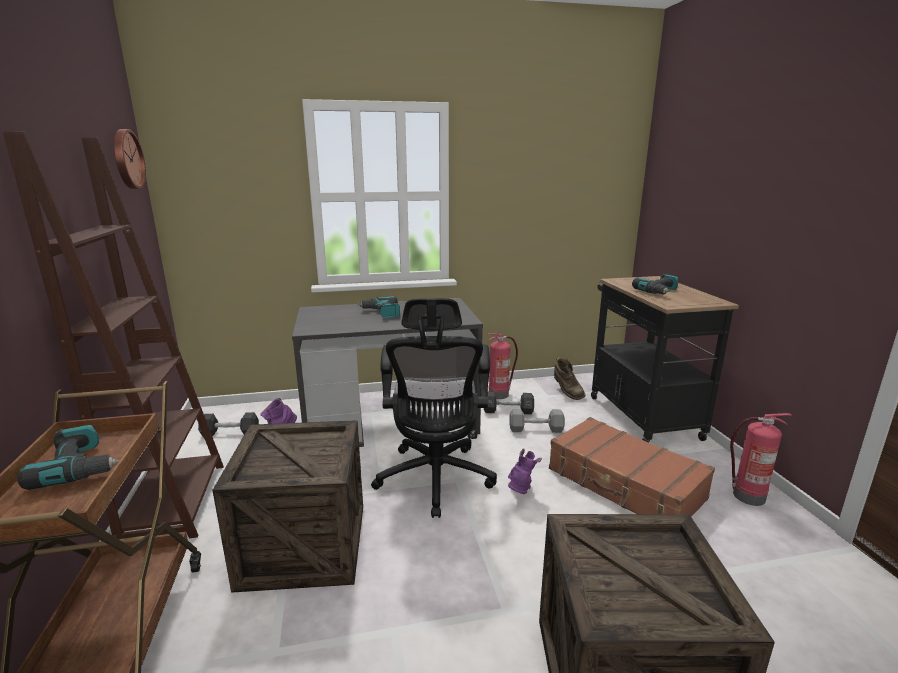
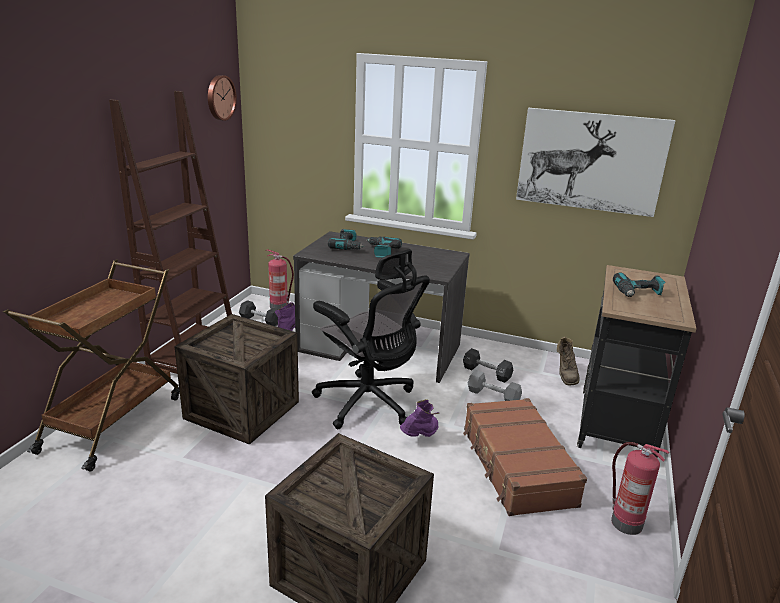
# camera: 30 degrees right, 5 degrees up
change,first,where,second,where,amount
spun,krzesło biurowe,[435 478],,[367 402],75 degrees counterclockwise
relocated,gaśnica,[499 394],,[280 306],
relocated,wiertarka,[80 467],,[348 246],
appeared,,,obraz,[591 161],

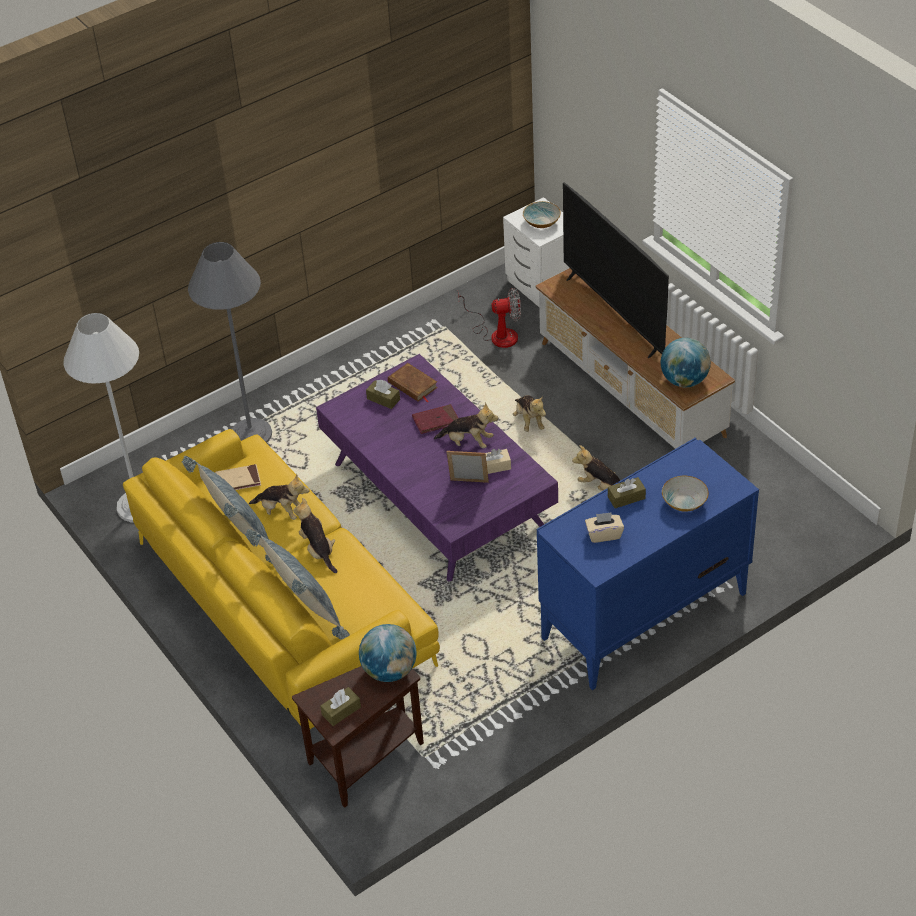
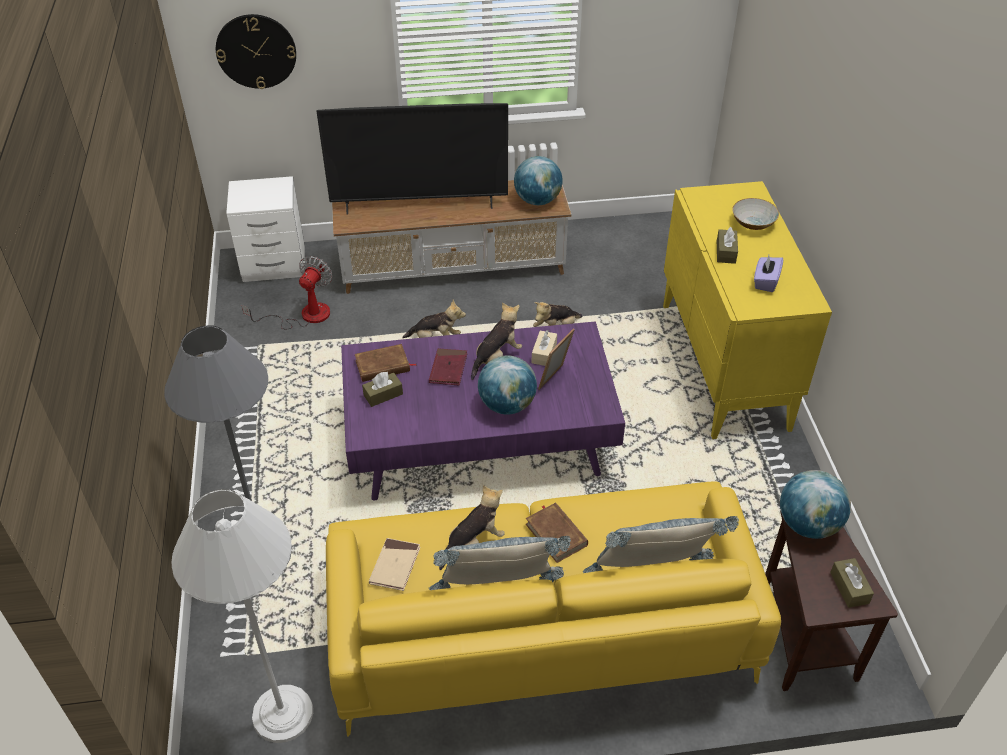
# camera: 65 degrees left, 0 degrees up
change,first,where,second,where,amount
missing,miska,[542 222],,,
colour,szafka (niebieski),[643 616],szafka (żółty),[723 365],
exchanged,pluszak,[318 550],książka (brązowy),[556 534],
colour,pudełko chusteczek (beżowy),[604 534],pudełko chusteczek (fioletowy),[765 282],
appeared,,,zegar ścienny,[256 51],
appeared,,,globus,[507 405],

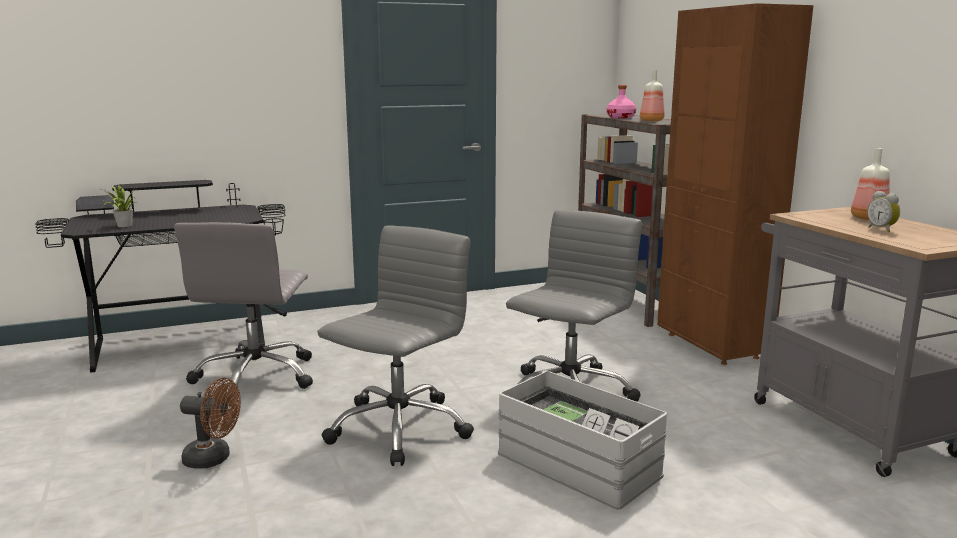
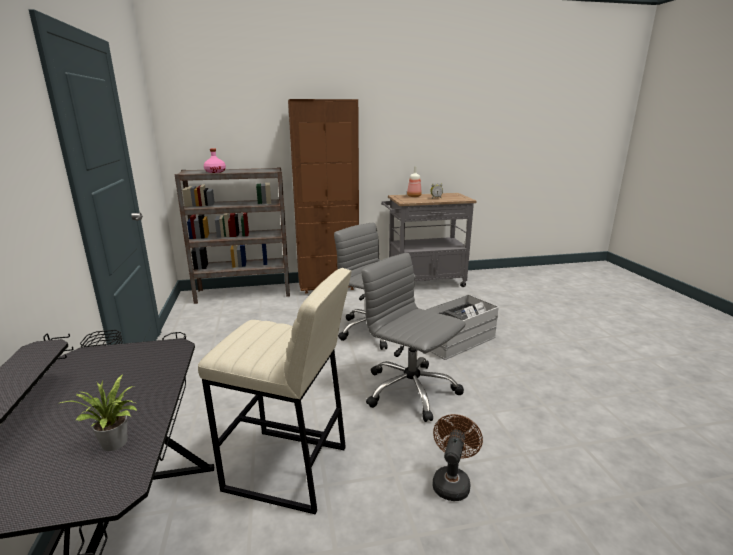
# camera: 80 degrees left, 5 degrees up
change,first,where,second,where,amount
missing,butelka,[651 121],,,
exchanged,krzesło biurowe (szary),[256 377],stołek (beżowy),[289 469],

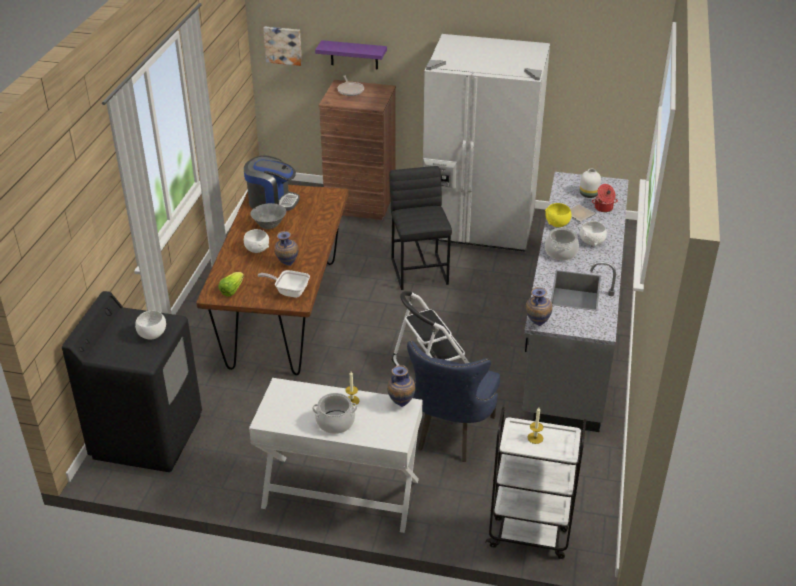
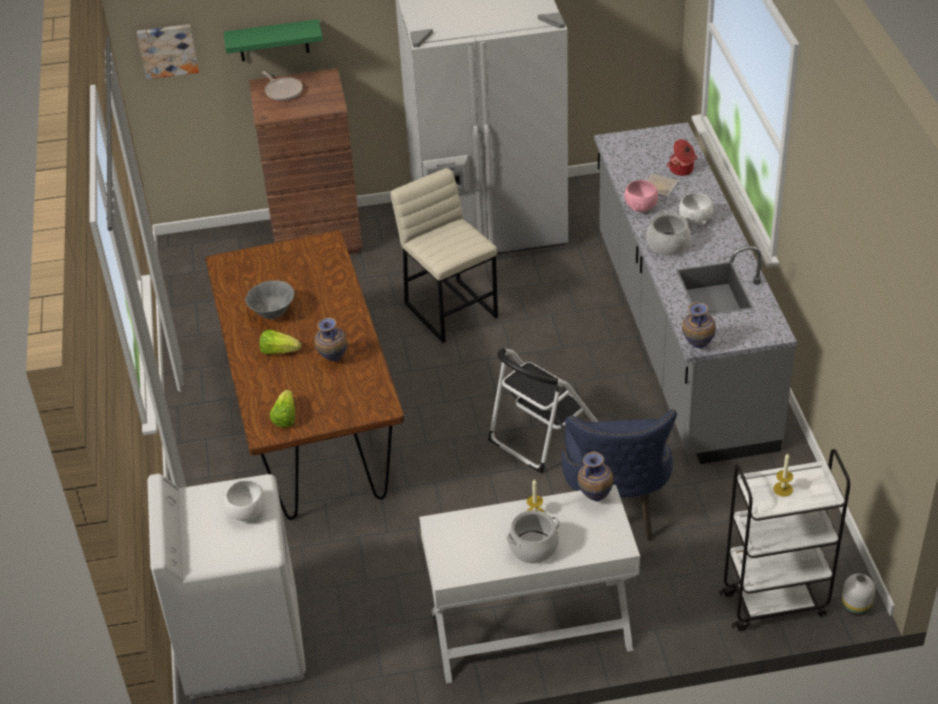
# camera: 20 degrees left, 5 degrees up
change,first,where,second,where,amount
colour,półka (fioletowy),[354 55],półka (zielony),[273 40],
missing,ekspres do kawy,[272 202],,,
colour,krzesło (czarny),[419 270],krzesło (beżowy),[449 309],
relocated,wazon (biały),[588 194],,[855 606],
colour,miska (żółty),[557 224],miska (różowy),[641 207],
exchanged,miska (biały),[257 249],sałata,[279 351],
missing,patelnia,[289 291],,,
colour,pralka (czarny),[147 436],pralka (biały),[242 643],

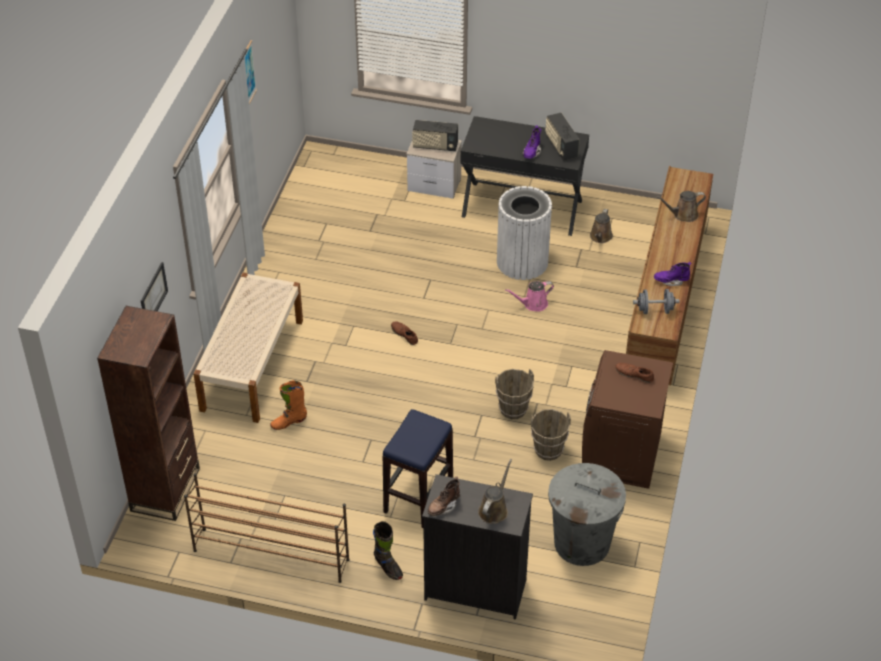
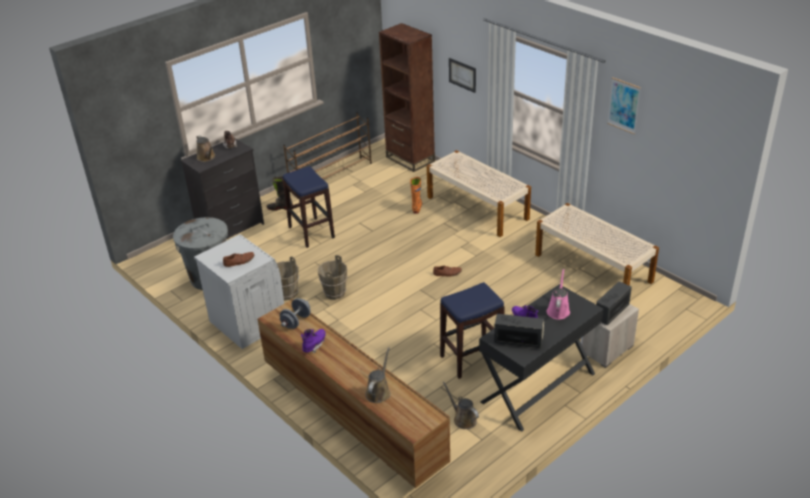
# camera: 125 degrees right, 10 degrees down
change,first,where,second,where,amount
exchanged,kosz na śmieci (biały),[522 262],stołek,[471 358],
relocated,konewka (różowy),[533 304],,[558 310],
colour,pralka (brązowy),[621 455],pralka (biały),[247 323],
appeared,,,ławka (beżowy),[593 268],

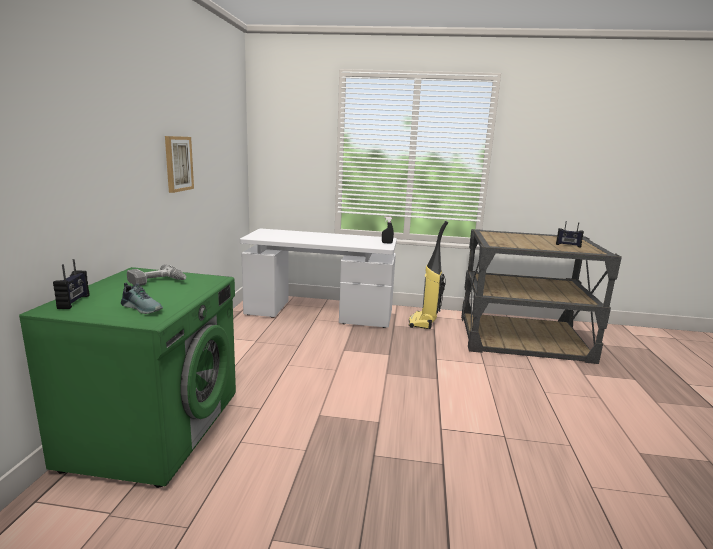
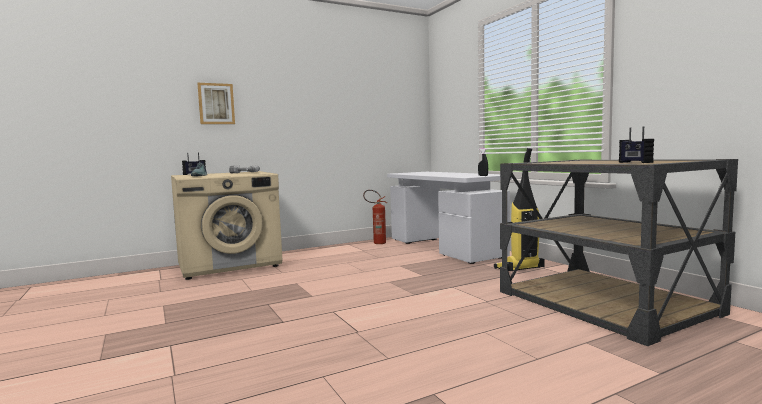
# camera: 55 degrees right, 10 degrees down
change,first,where,second,where,amount
relocated,obraz,[178 163],,[216 104],
colour,pralka (zielony),[157 432],pralka (beżowy),[230 266],
appeared,,,gaśnica,[376 243],

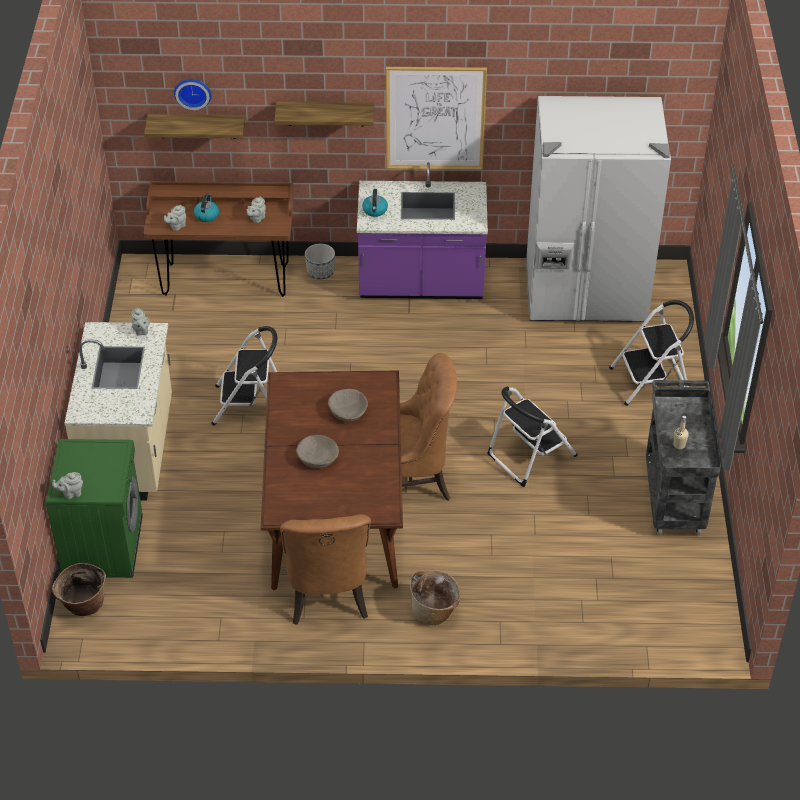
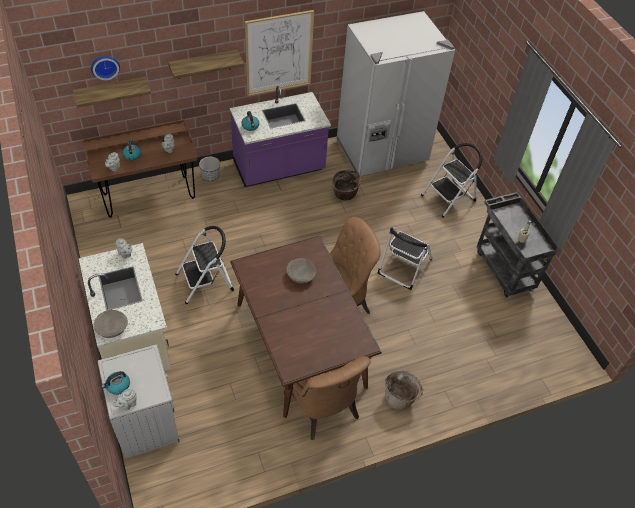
# camera: 25 degrees left, 5 degrees up
change,first,where,second,where,amount
relocated,miska (beżowy),[317 457],,[111 328],
colour,pralka (zielony),[105 545],pralka (biały),[147 421],
relocated,koszyk,[83 605],,[344 195],
appeared,,,czajnik,[118 386],

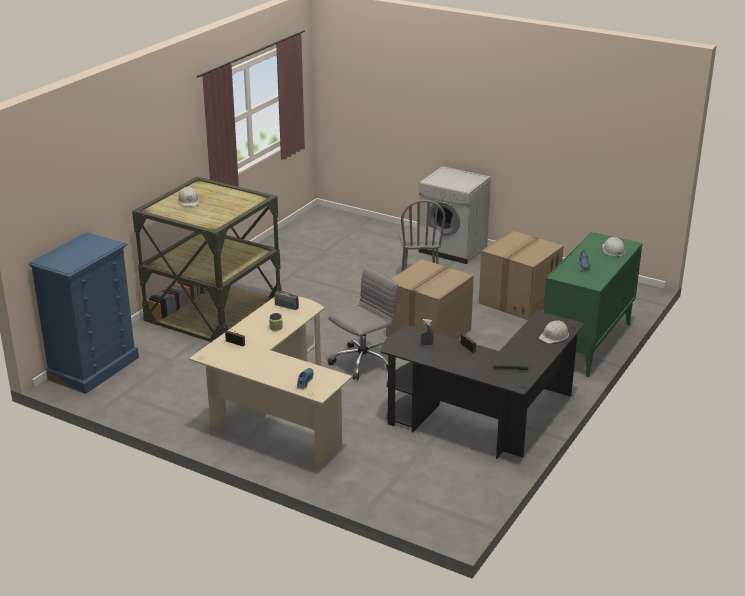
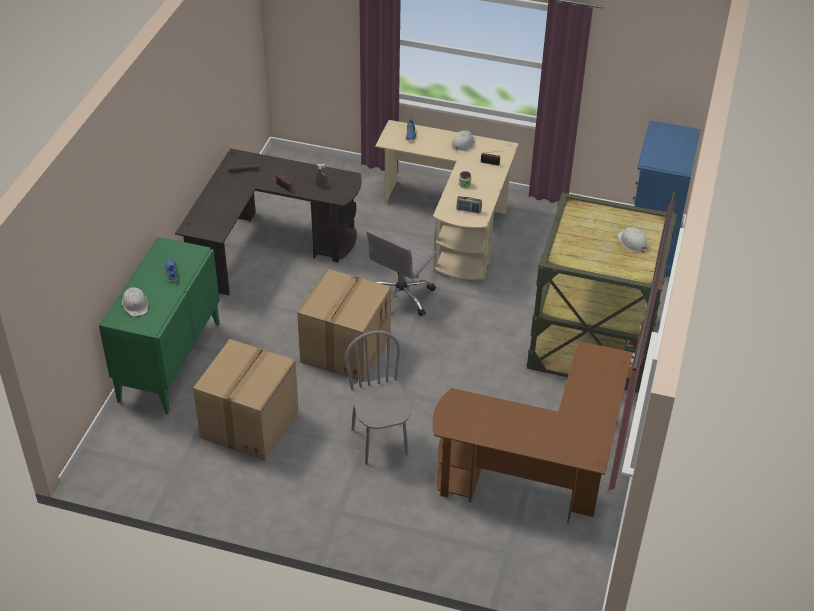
# camera: 165 degrees right, 15 degrees up
change,first,where,second,where,amount
missing,pralka (biały),[452 250],,,
relocated,kask (biały),[554 336],,[463 143],
appeared,,,biurko (brązowy),[541 471],

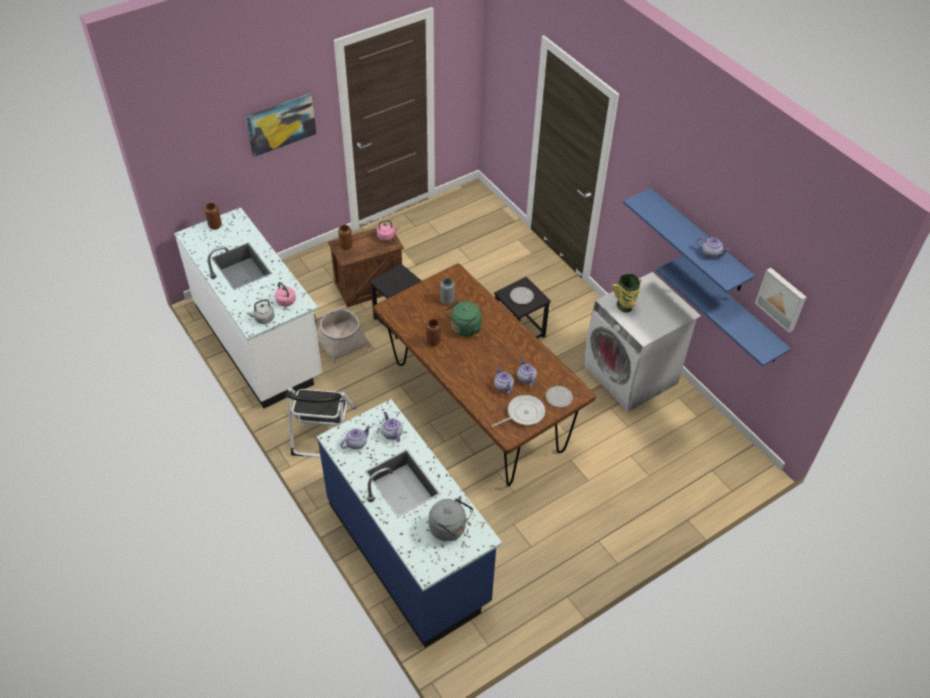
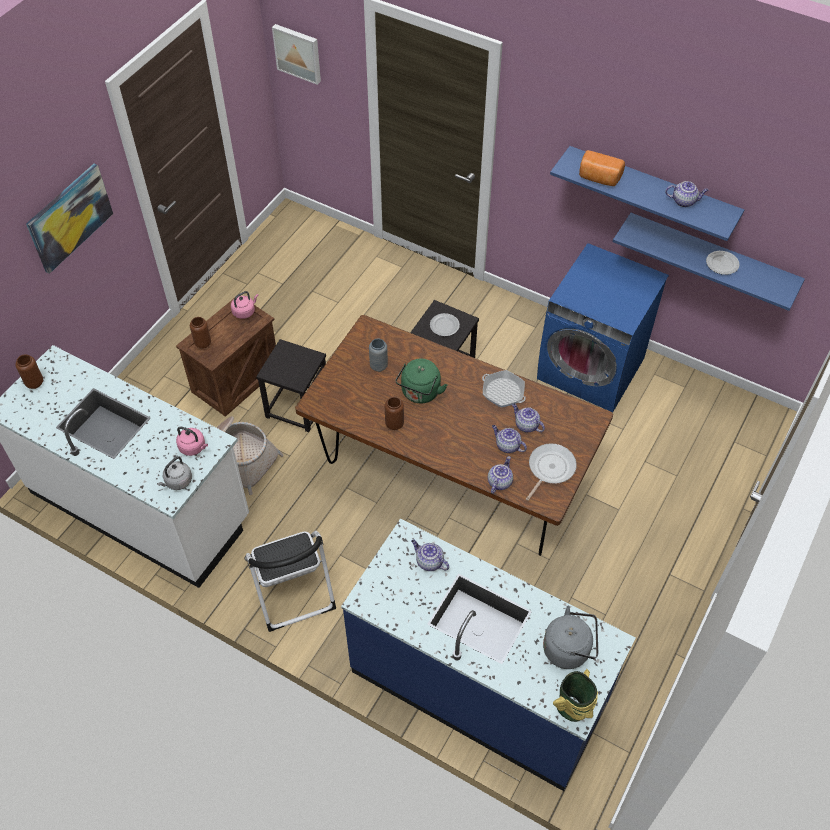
# camera: 25 degrees left, 5 degrees up
change,first,where,second,where,amount
relocated,obraz,[782 299],,[298 53],
colour,pralka (biały),[632 375],pralka (niebieski),[592 368],
relocated,wazon,[625 307],,[572 710],
relocated,talerz,[559 397],,[722 264],
relocated,imbryk,[356 443],,[499 482],
appeared,,,chleb,[599 178],
appeared,,,patelnia,[503 392],

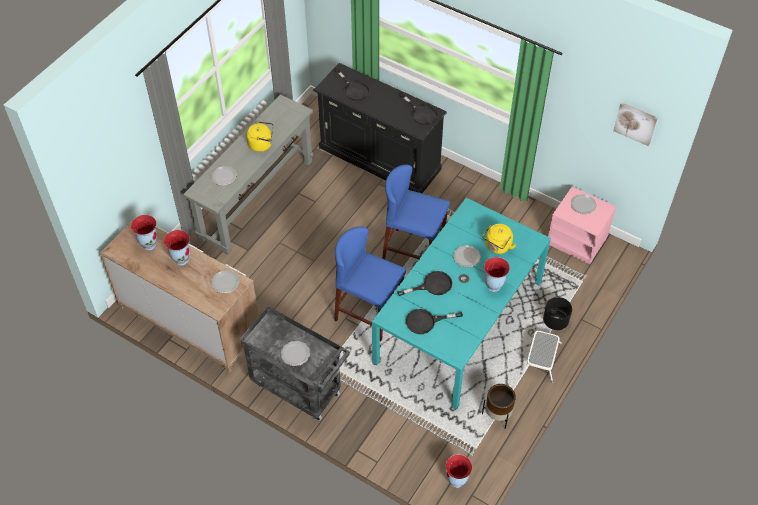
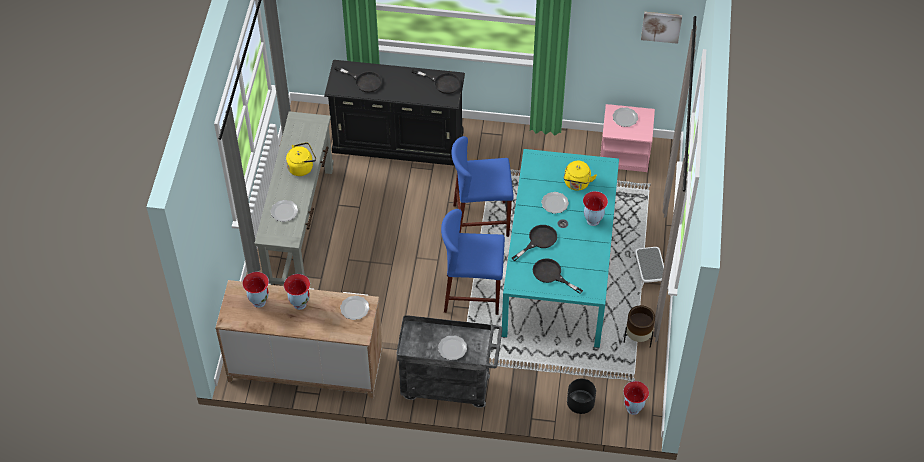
# camera: 25 degrees left, 0 degrees up
change,first,where,second,where,amount
relocated,donica (czarny),[555 321],,[580 404],
spun,patelnia (czarny),[426 322],,[551 275],75 degrees clockwise

